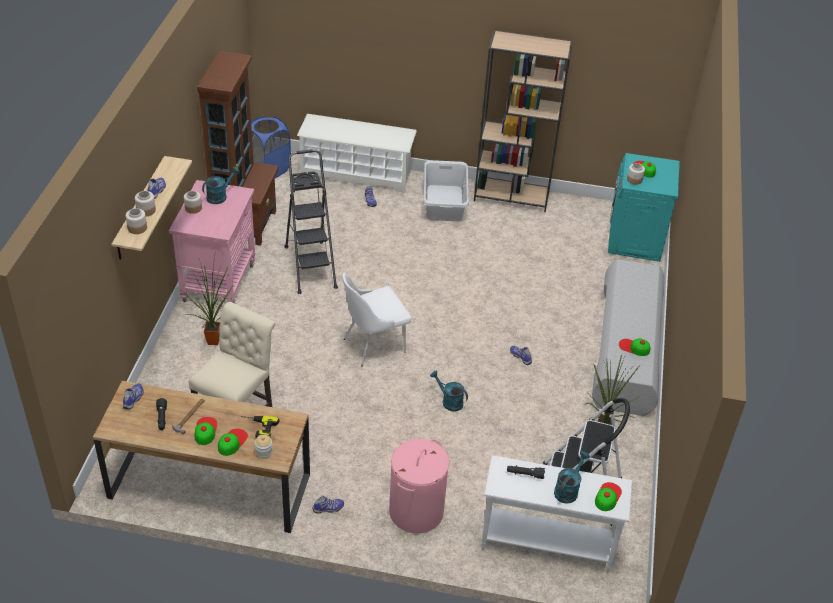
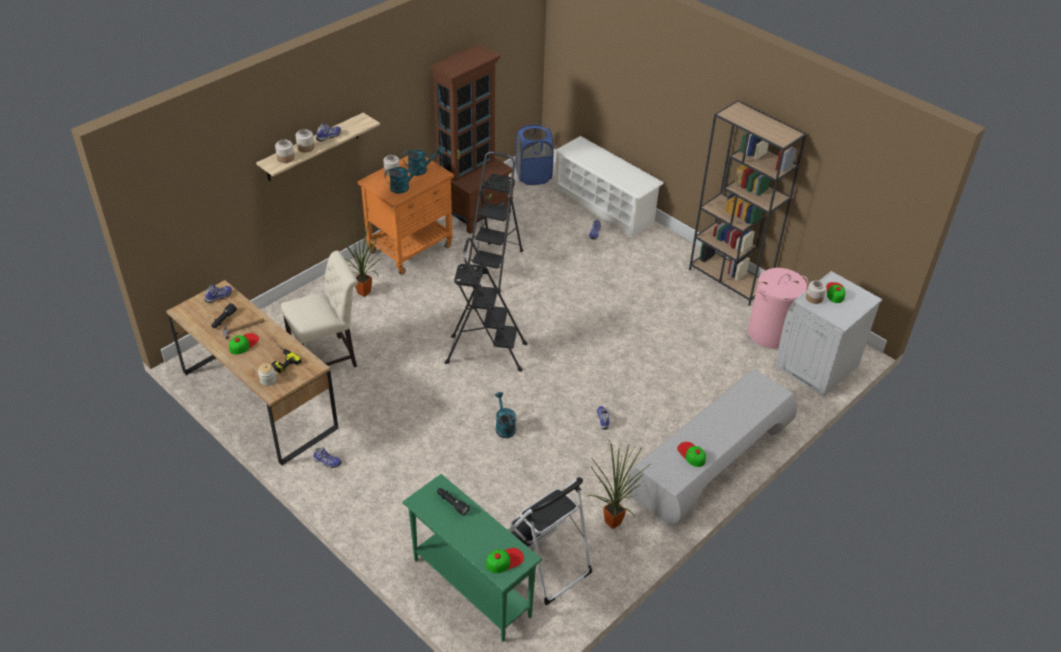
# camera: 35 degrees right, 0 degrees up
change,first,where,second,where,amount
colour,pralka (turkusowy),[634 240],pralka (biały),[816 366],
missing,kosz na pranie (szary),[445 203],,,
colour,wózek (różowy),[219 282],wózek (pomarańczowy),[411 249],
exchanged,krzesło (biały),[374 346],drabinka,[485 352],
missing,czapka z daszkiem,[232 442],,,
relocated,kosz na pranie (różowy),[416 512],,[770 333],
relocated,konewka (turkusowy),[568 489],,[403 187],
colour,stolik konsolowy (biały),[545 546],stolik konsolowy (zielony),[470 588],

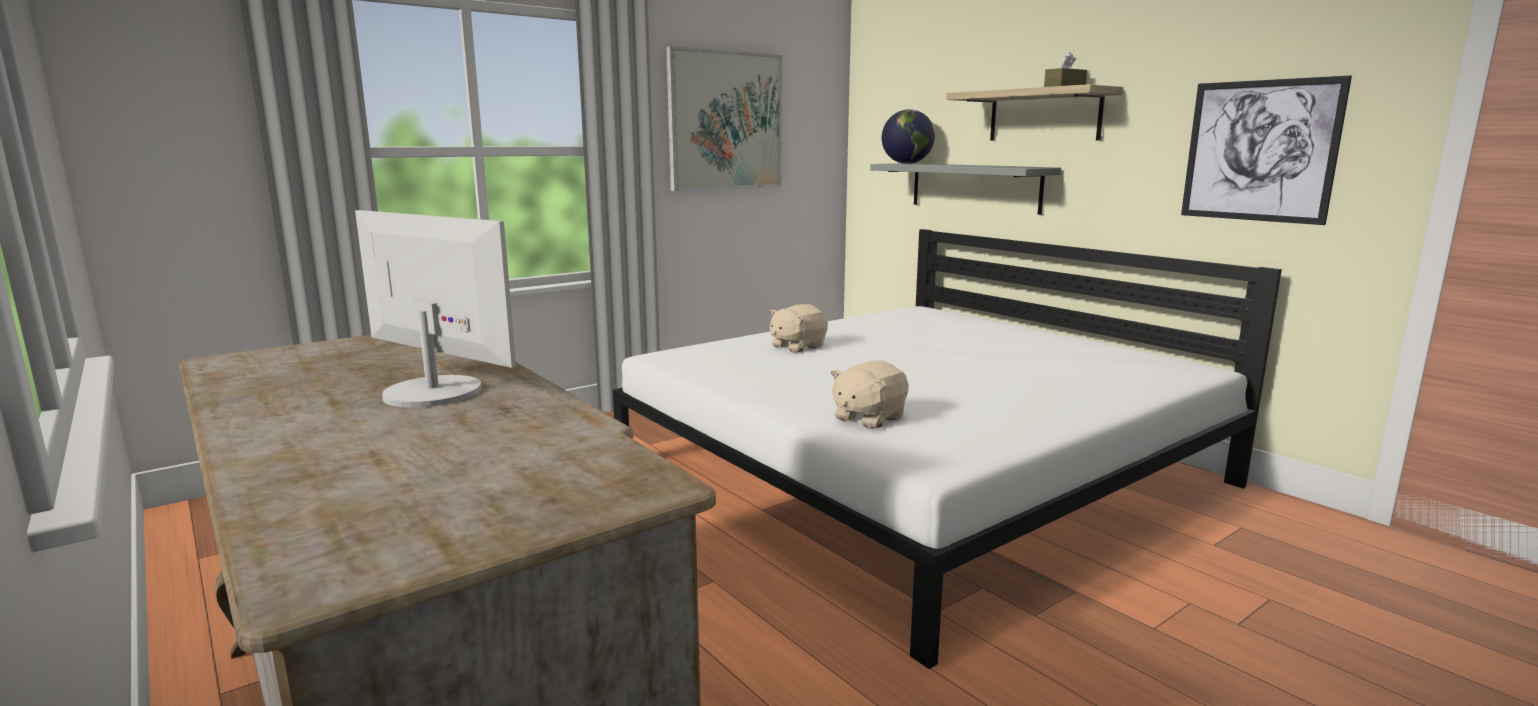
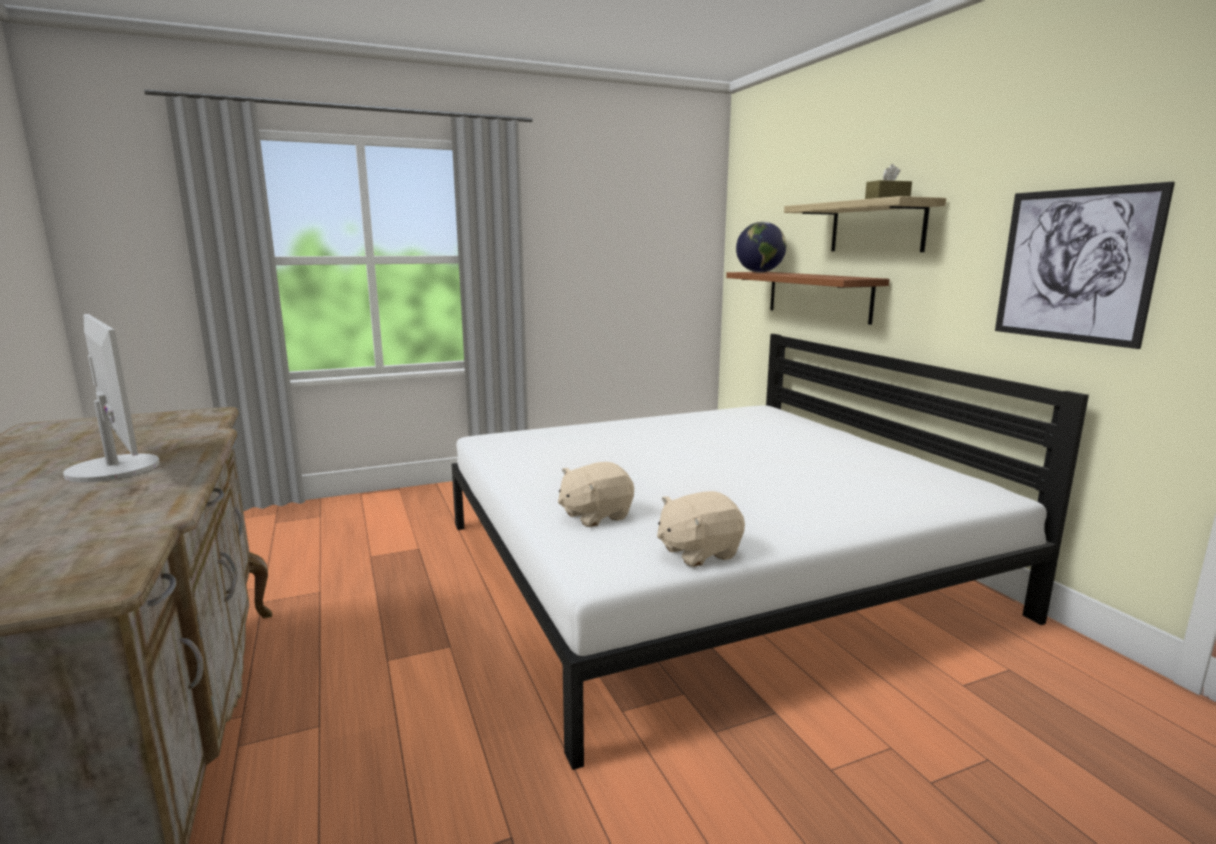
# camera: 15 degrees right, 0 degrees up
change,first,where,second,where,amount
missing,obraz,[725 121],,,
colour,półka (szary),[974 187],półka (brązowy),[818 295],
relocated,pluszak (beżowy),[797 347],,[698 552],

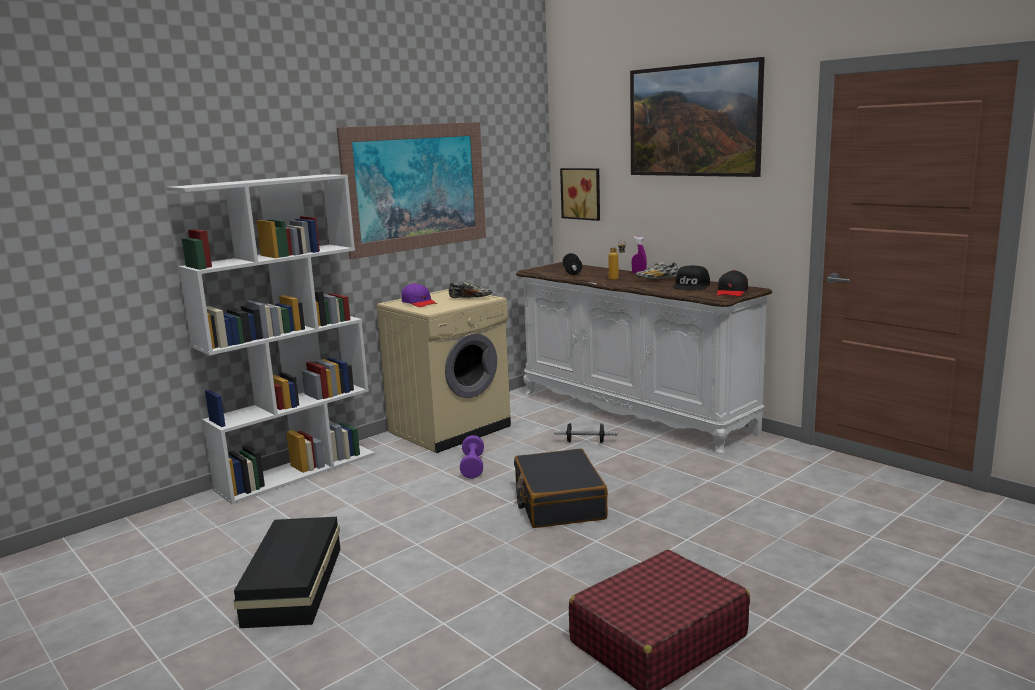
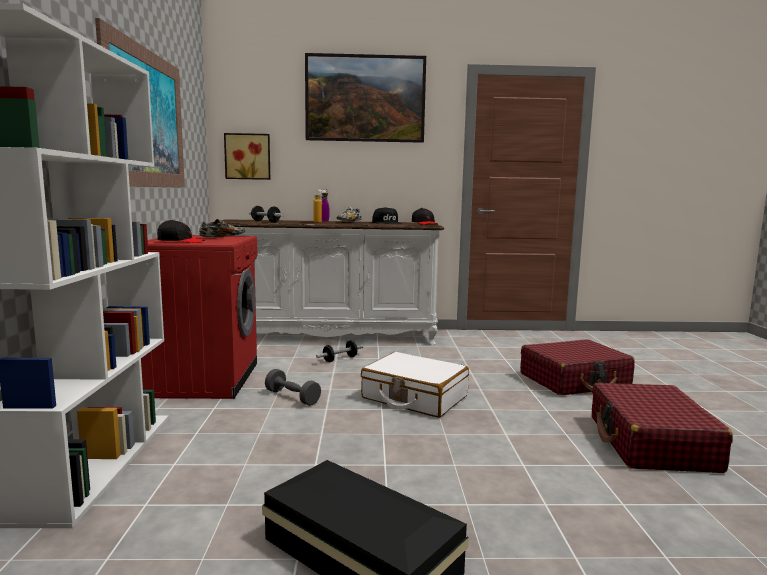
# camera: 50 degrees left, 5 degrees down
change,first,where,second,where,amount
colour,czapka z daszkiem (fioletowy),[419 303],czapka z daszkiem (czarny),[181 241],
colour,pralka (beżowy),[451 430],pralka (czerwony),[206 379],
colour,hantel (fioletowy),[472 466],hantel (szary),[292 397],
colour,walizka (czarny),[558 502],walizka (biały),[414 397],
appeared,,,walizka (czerwony),[574 380],

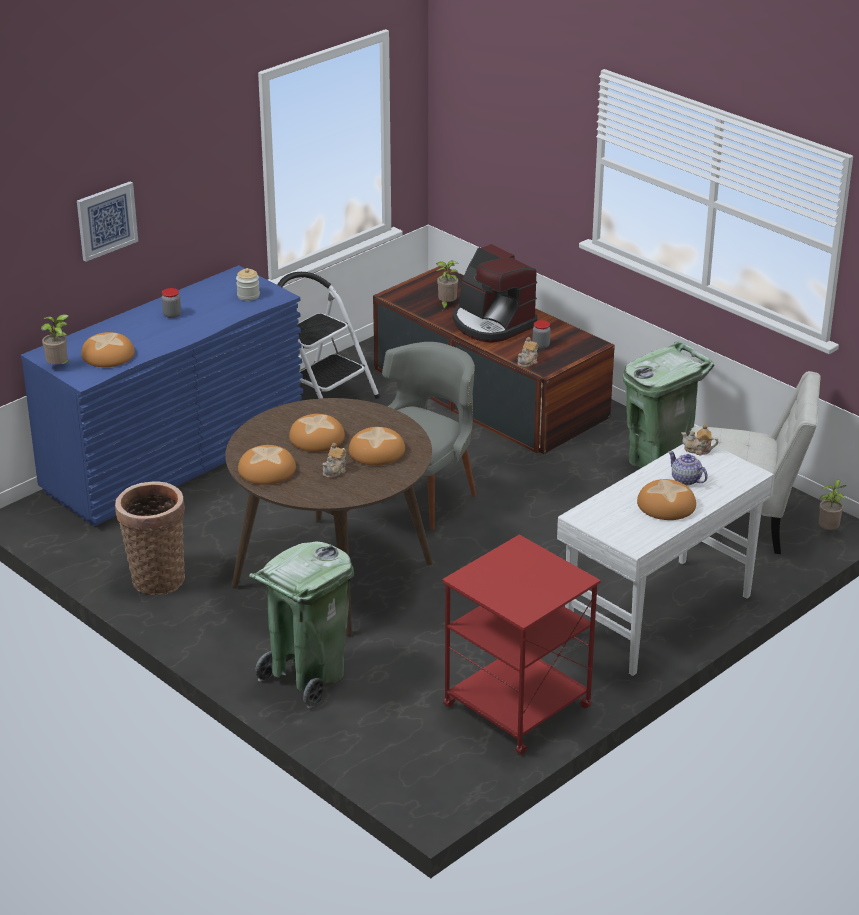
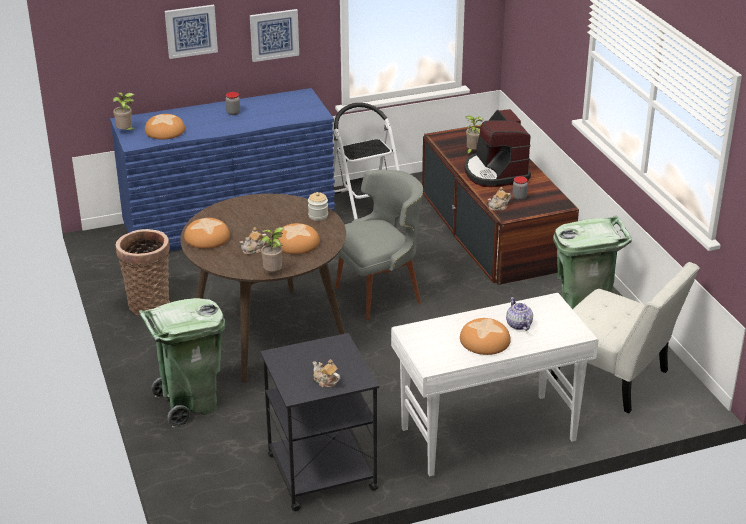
# camera: 25 degrees right, 0 degrees up
change,first,where,second,where,amount
relocated,słoik,[248 296],,[318 216],
missing,chleb,[317 438],,,
relocated,imbryk,[698 450],,[325 381],
relocated,roślina doniczkowa,[828 530],,[274 273],
colour,wózek (czerwony),[516 707],wózek (czarny),[320 473],
appeared,,,obraz,[274 34],

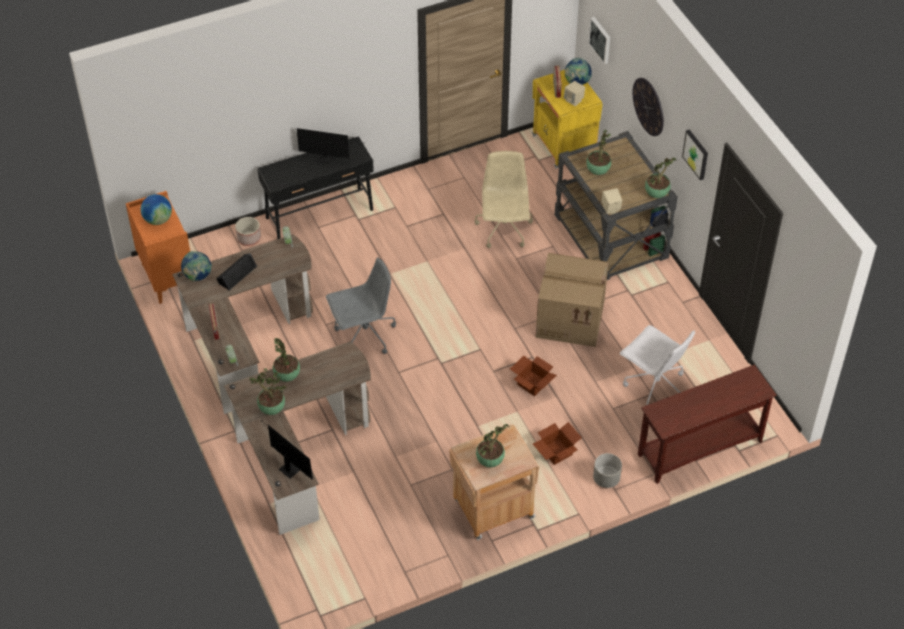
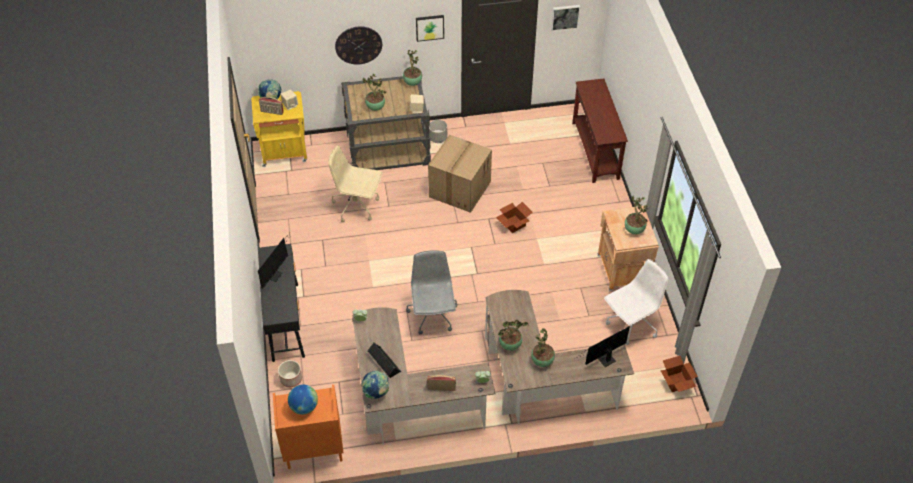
# camera: 75 degrees left, 0 degrees up
change,first,where,second,where,amount
relocated,obraz,[601 39],,[565 17],
relocated,krzesło biurowe (biały),[653 386],,[630 325],
relocated,karton,[555 452],,[676 382],
relocated,donica (szary),[606 479],,[438 138],

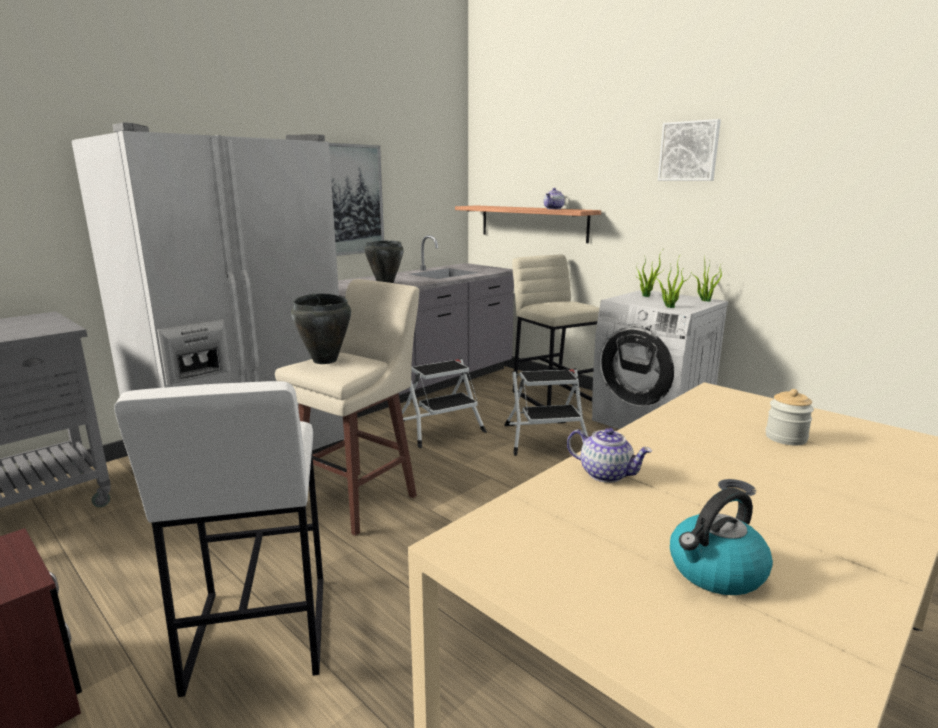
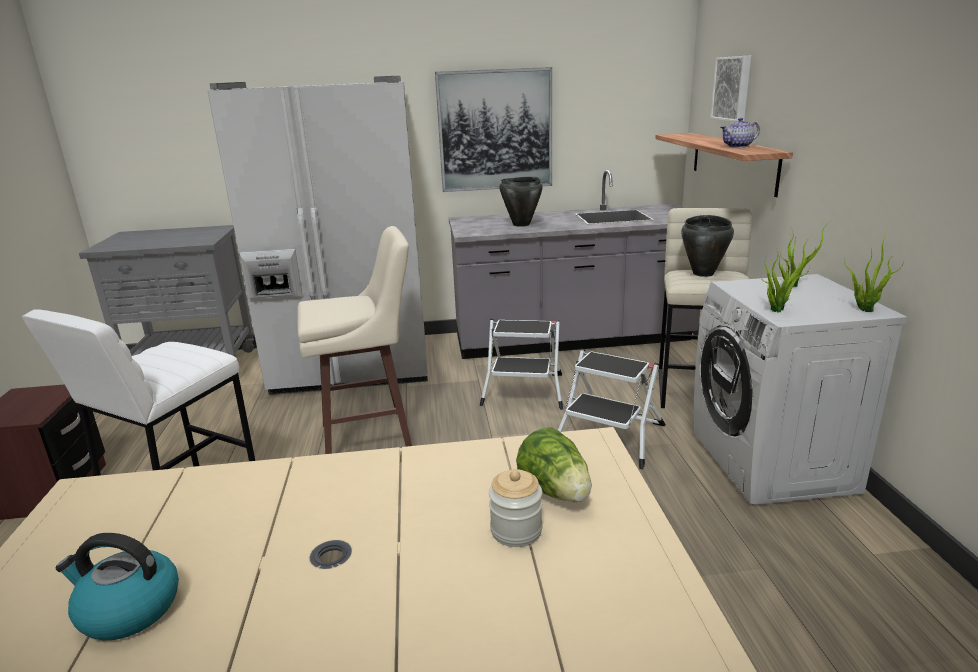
# camera: 40 degrees right, 5 degrees up
change,first,where,second,where,amount
relocated,obraz,[689 151],,[733 88],
relocated,garnek (czarny),[325 360],,[703 273],
missing,imbryk,[606 474],,,
appeared,,,sałata,[556 492],

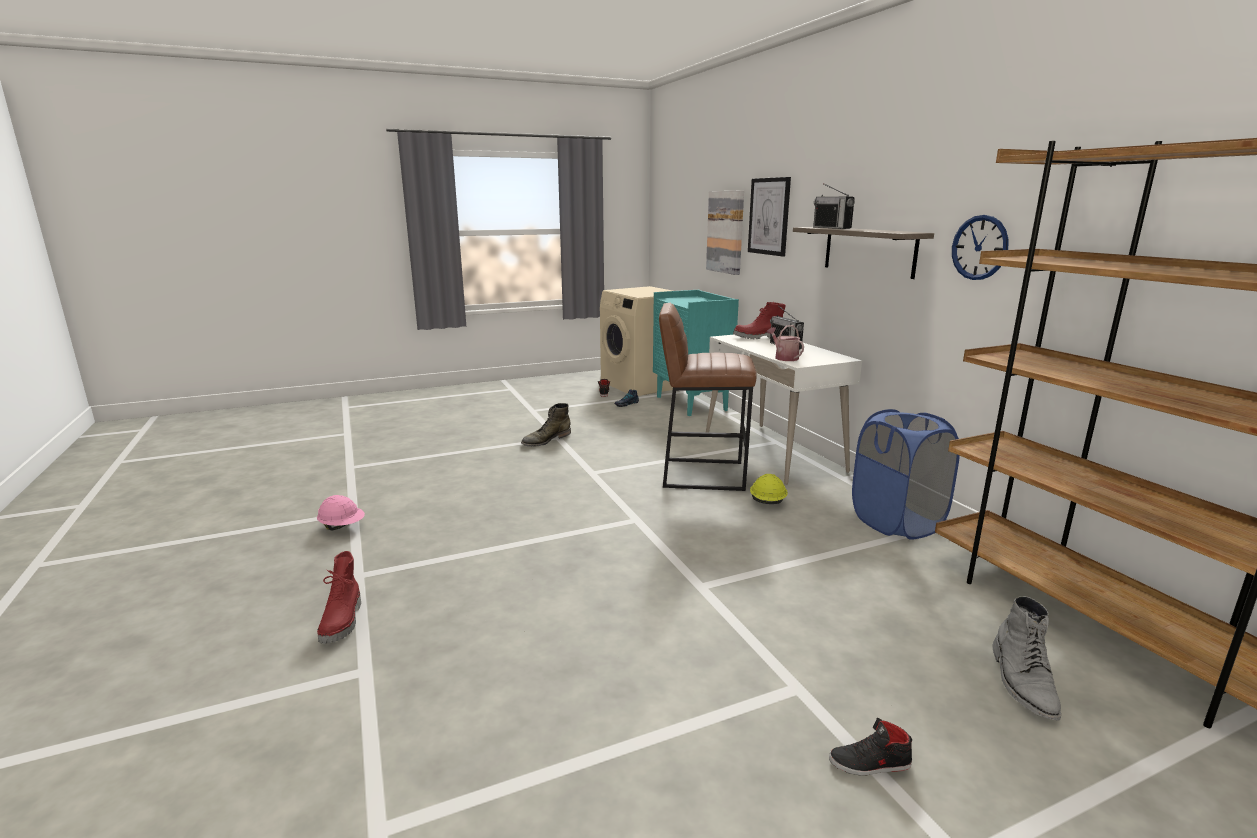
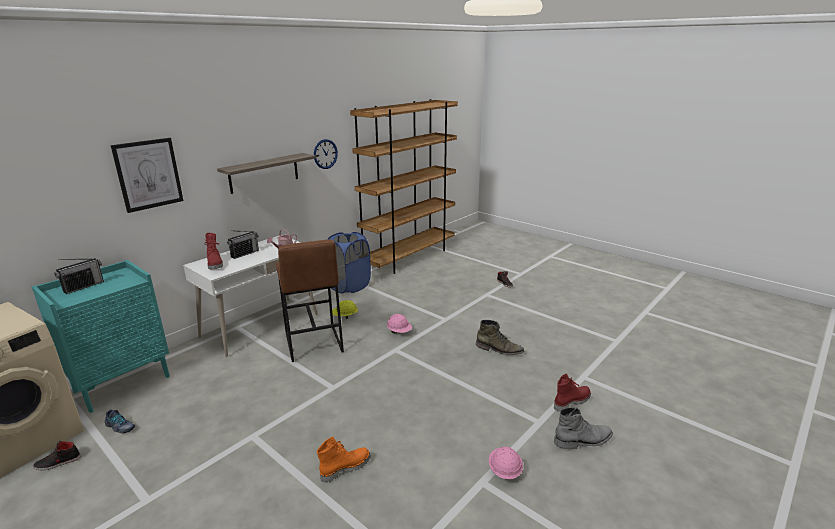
# camera: 115 degrees left, 5 degrees up
change,first,where,second,where,amount
relocated,radio,[832 228],,[83 286],
missing,obraz,[726 232],,,
relocated,but z cholewką (zielony),[546 440],,[499 350],
relocated,but z cholewką (szary),[1023 681],,[583 440],
appeared,,,kask (różowy),[399 332],
appeared,,,but z cholewką (pomarańczowy),[345 467],

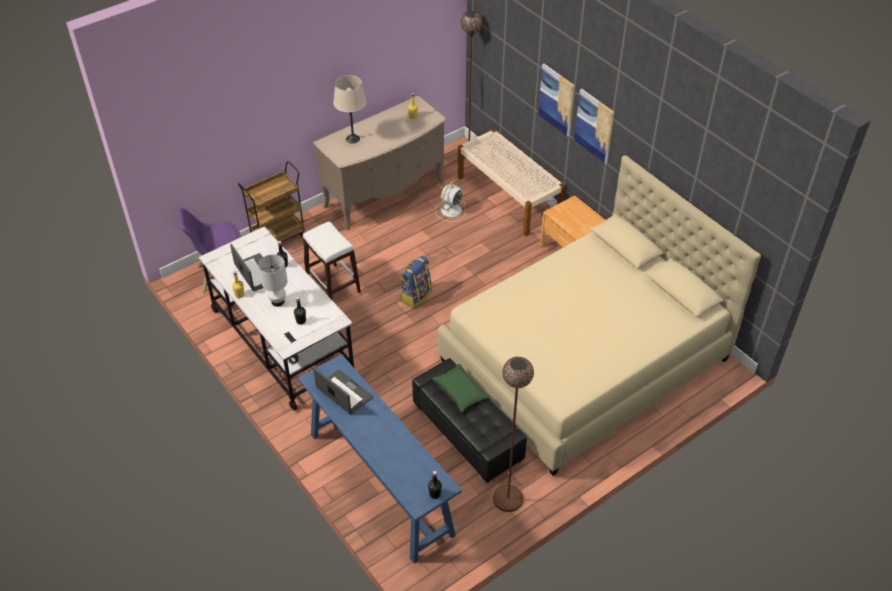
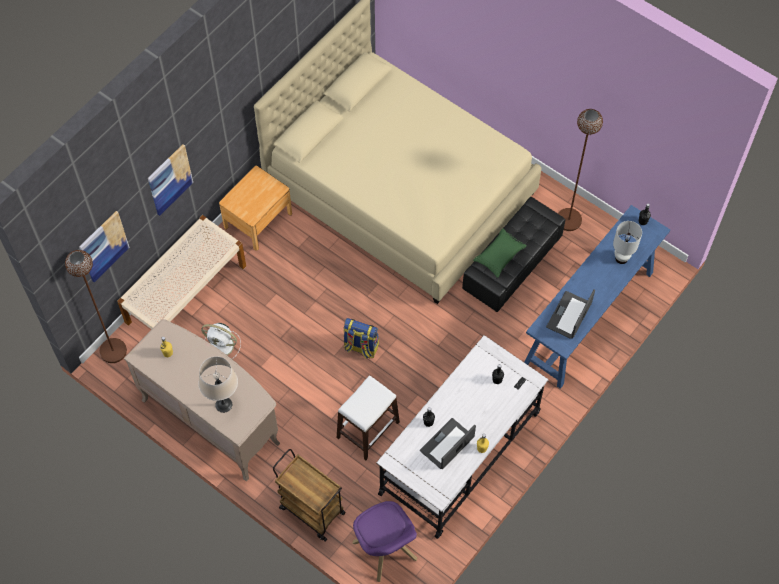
# camera: 105 degrees left, 15 degrees up
change,first,where,second,where,amount
relocated,obraz,[594 126],,[104 246],
relocated,lampa stołowa (biały),[278 302],,[621 258],

